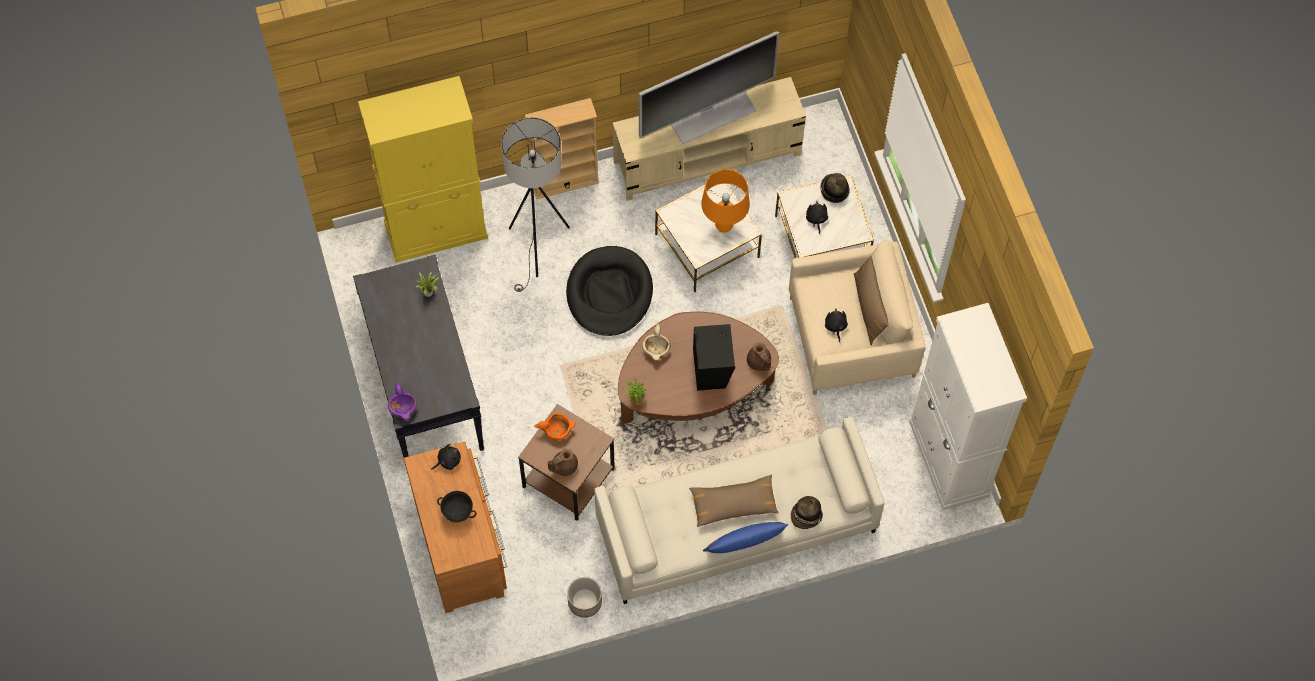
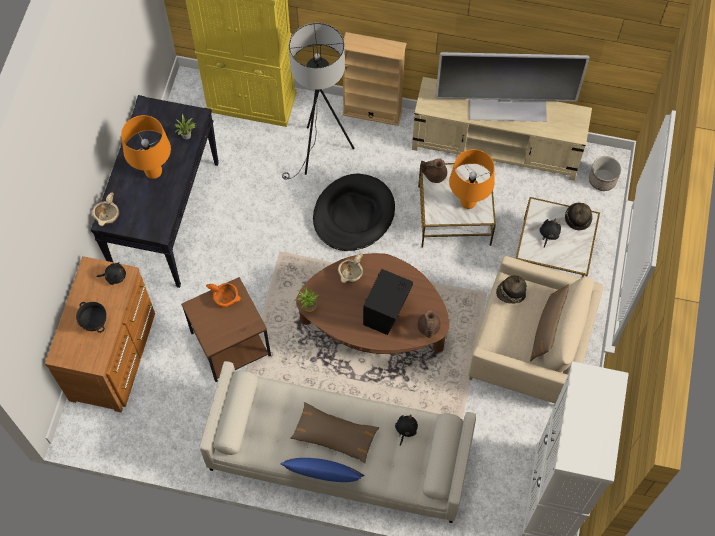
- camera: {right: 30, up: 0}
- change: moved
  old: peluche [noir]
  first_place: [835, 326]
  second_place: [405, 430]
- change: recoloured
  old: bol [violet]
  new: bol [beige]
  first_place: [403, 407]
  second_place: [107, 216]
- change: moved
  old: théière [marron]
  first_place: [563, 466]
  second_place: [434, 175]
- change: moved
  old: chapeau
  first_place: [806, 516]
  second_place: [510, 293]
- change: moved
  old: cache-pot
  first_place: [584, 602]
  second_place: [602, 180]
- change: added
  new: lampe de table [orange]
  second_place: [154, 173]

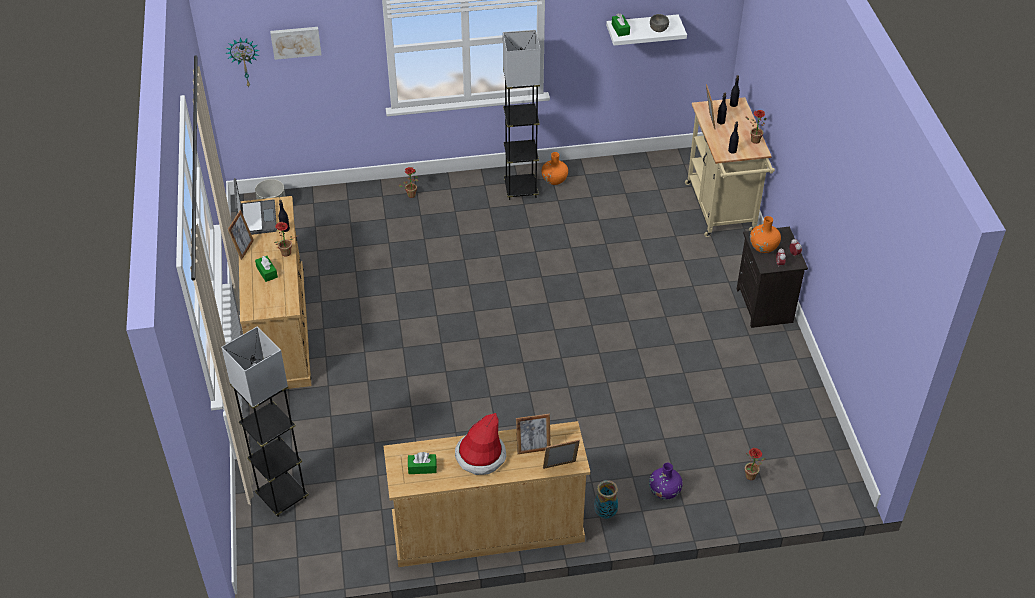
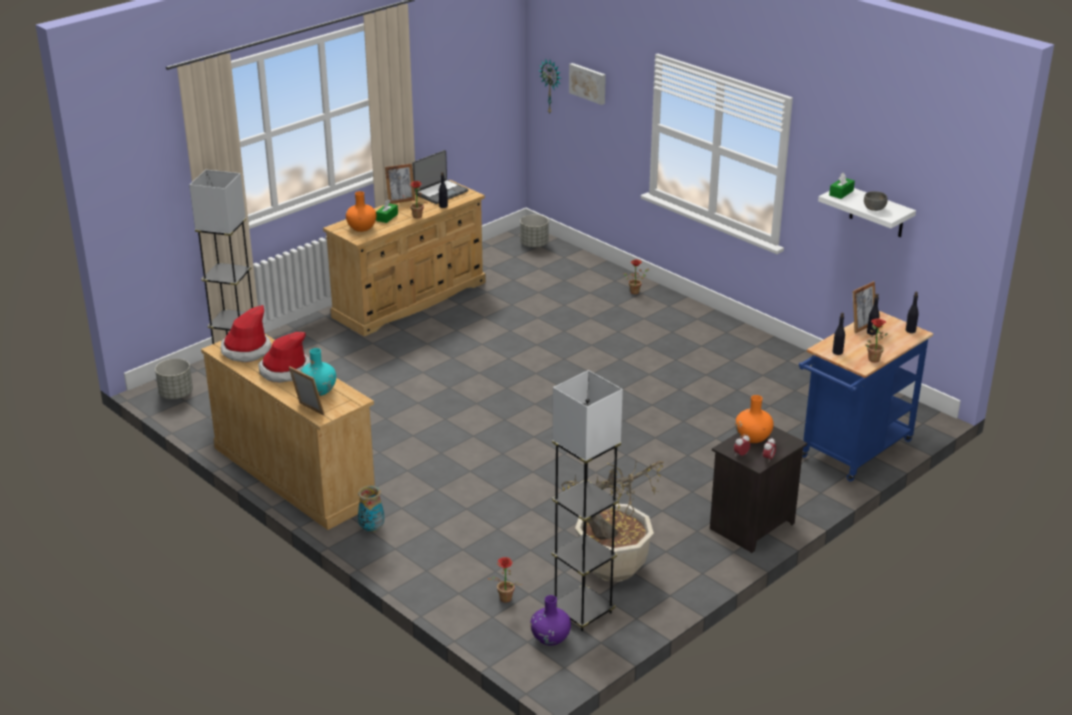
- camera: {right: 55, up: -15}
- change: moved
  old: lampadaire [gris]
  first_place: [521, 189]
  second_place: [583, 612]
- change: recoloured
  old: chariot [beige]
  new: chariot [bleu]
  first_place: [721, 211]
  second_place: [852, 452]
- change: moved
  old: vase [orange]
  first_place: [554, 180]
  second_place: [361, 228]
- change: replaced
  old: cadre photo
  new: vase [turquoise]
  first_place: [533, 448]
  second_place: [318, 390]
- change: replaced
  old: boîte à mouchoirs [vert]
  new: chapeau
  first_place: [422, 467]
  second_place: [246, 350]
- change: moved
  old: vase [violet]
  first_place: [664, 491]
  second_place: [550, 638]
- change: added
  new: cache-pot [gris]
  second_place: [176, 394]
- change: added
  new: plante en pot
  second_place: [613, 566]

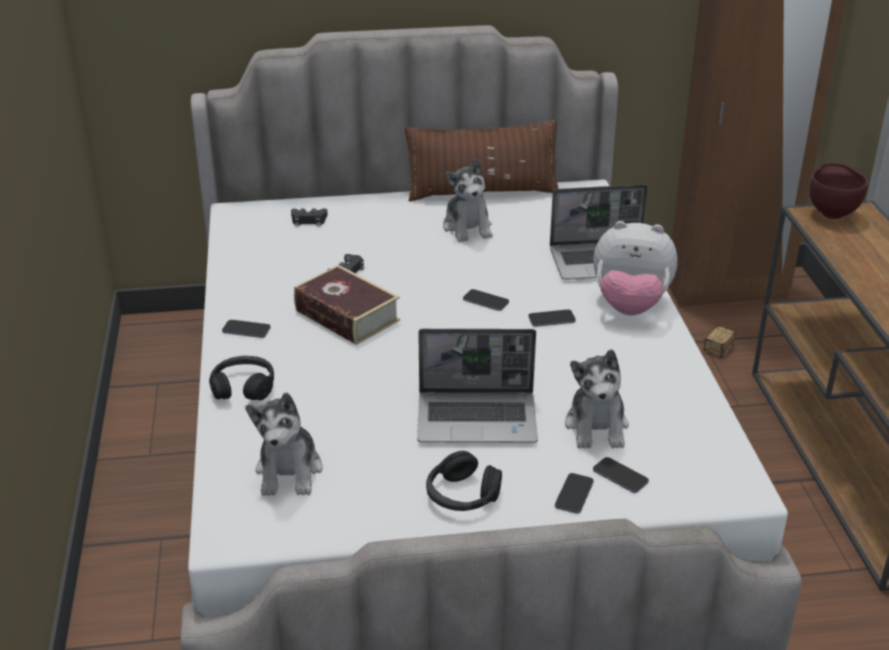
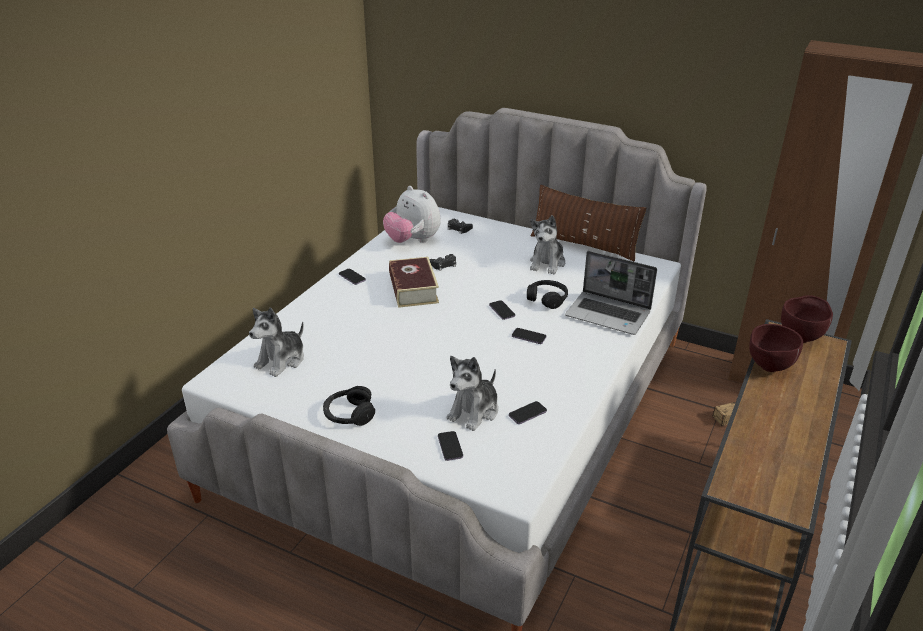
- camera: {right: 35, up: 0}
- change: moved
  old: peluche
  first_place: [630, 306]
  second_place: [413, 241]
- change: removed
  old: ordinateur portable
  first_place: [478, 418]
- change: moved
  old: casque audio [noir]
  first_place: [243, 387]
  second_place: [547, 299]
- change: moved
  old: téléphone
  first_place: [574, 495]
  second_place: [527, 414]
- change: added
  new: bol [marron]
  second_place: [767, 368]

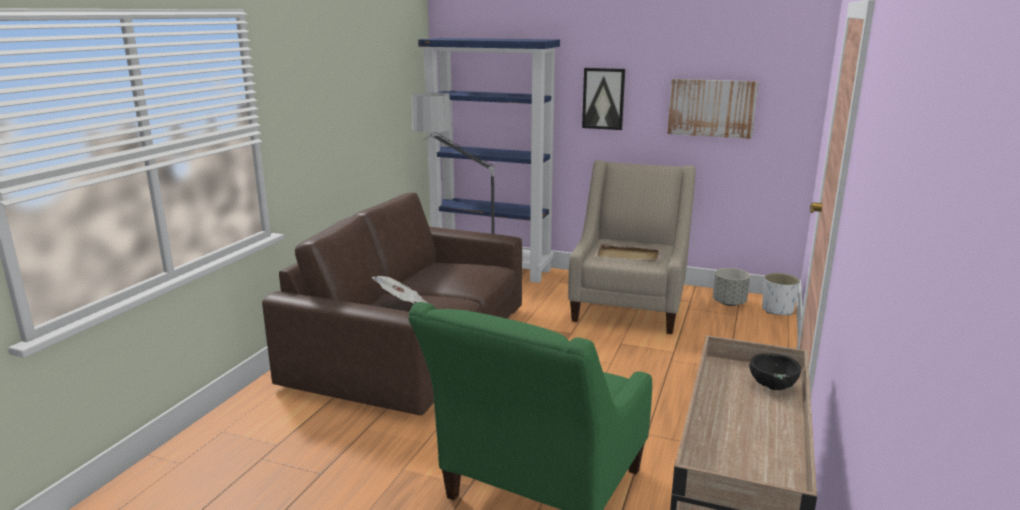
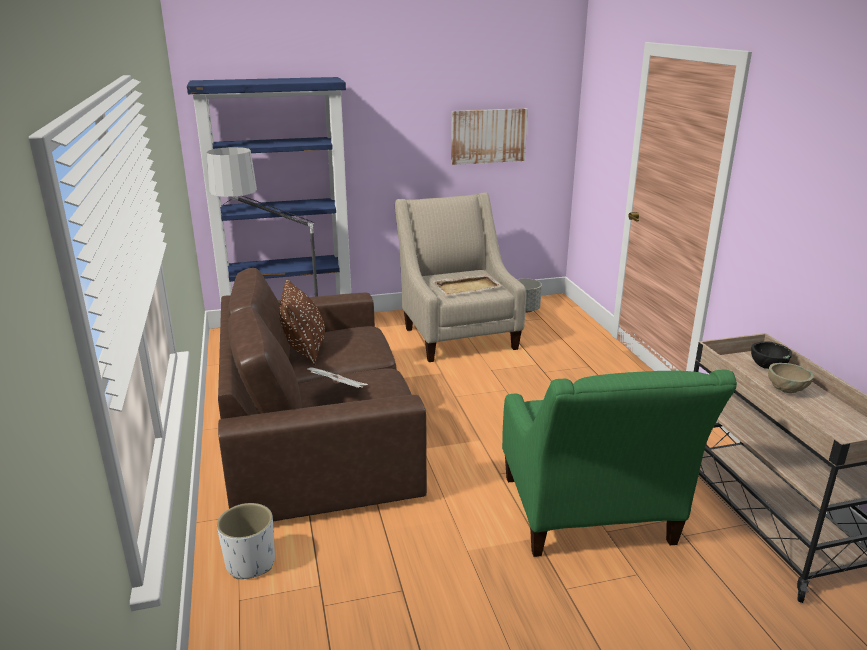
- camera: {right: -35, up: 5}
- change: removed
  old: tableau
  first_place: [603, 98]
- change: moved
  old: cache-pot [blanc]
  first_place: [777, 310]
  second_place: [251, 563]
- change: added
  new: coussin [marron]
  second_place: [304, 350]
- change: added
  new: bol [beige]
  second_place: [786, 390]

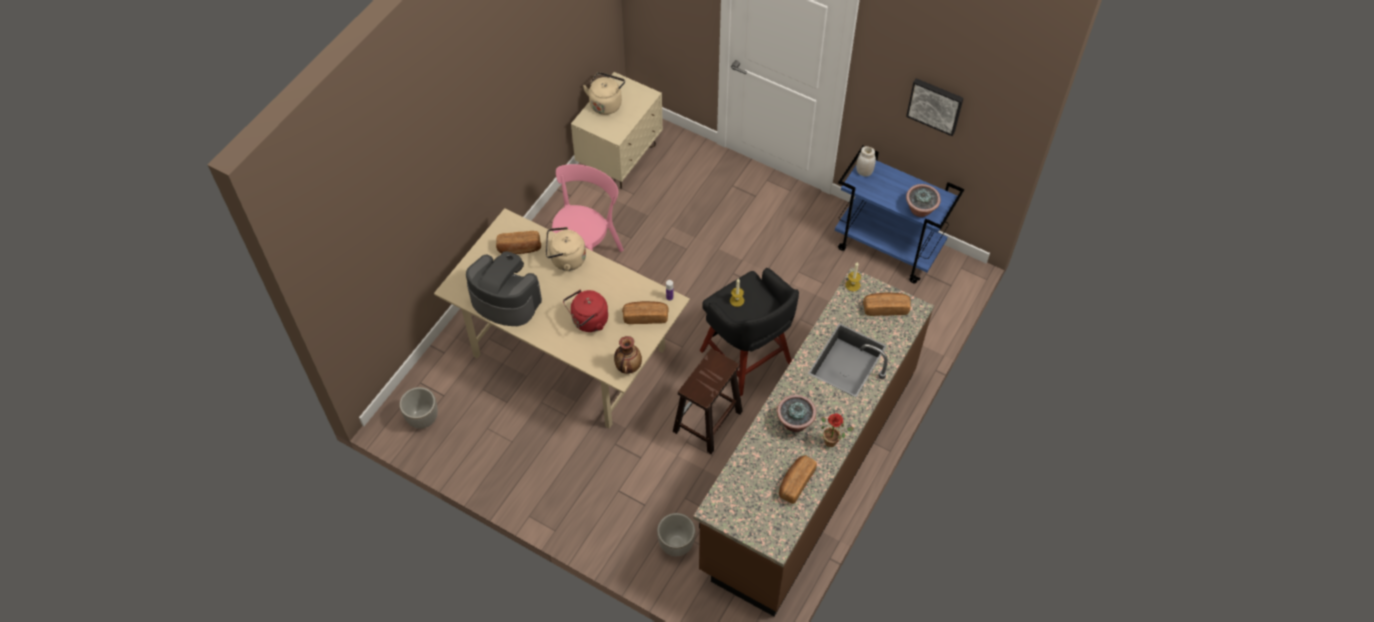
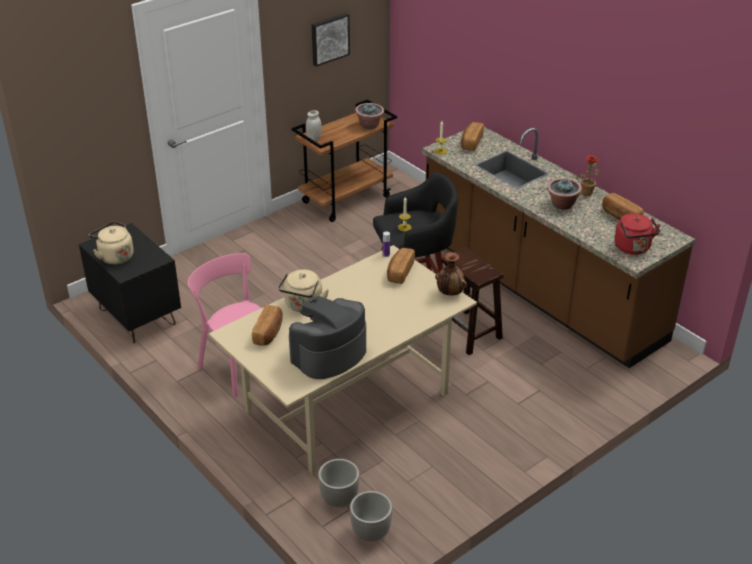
- camera: {right: -70, up: -20}
- change: recoloured
  old: table de chevet [beige]
  new: table de chevet [noir]
  first_place: [620, 158]
  second_place: [137, 317]
- change: recoloured
  old: chariot [bleu]
  new: chariot [marron]
  first_place: [888, 248]
  second_place: [346, 199]
- change: moved
  old: bouilloire [rouge]
  first_place: [588, 321]
  second_place: [633, 248]
- change: moved
  old: cache-pot
  first_place: [676, 544]
  second_place: [339, 499]

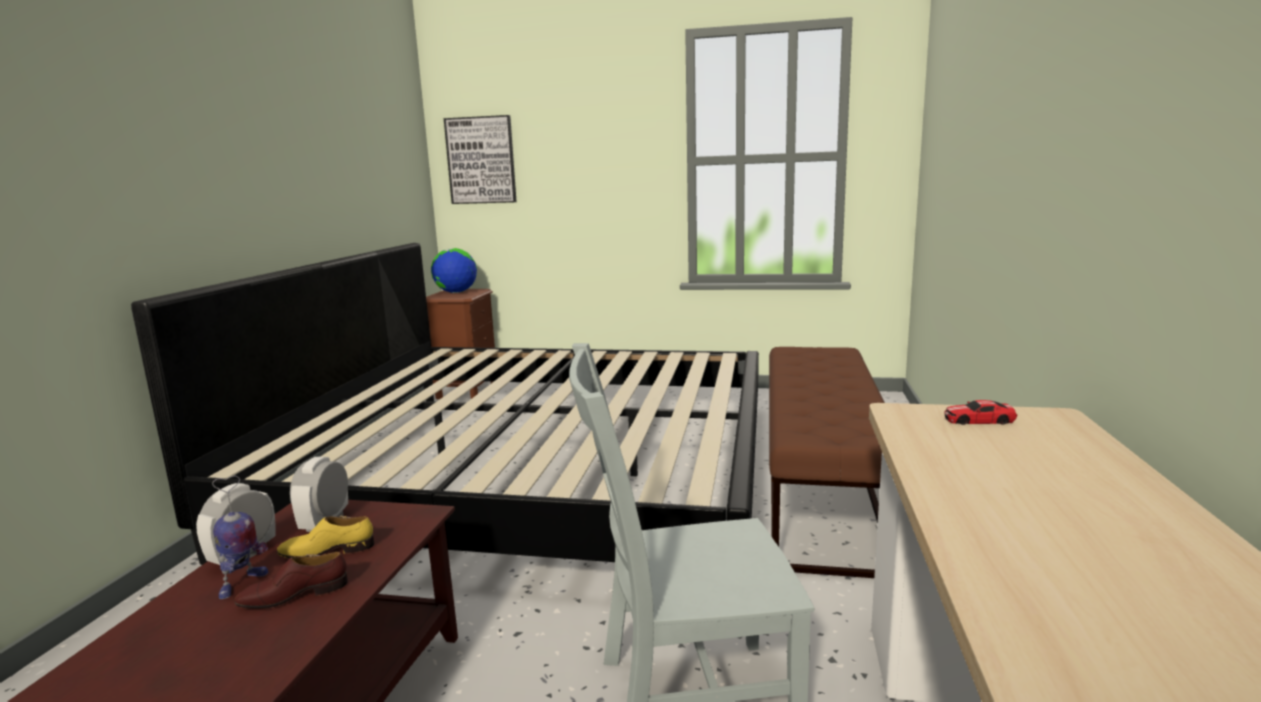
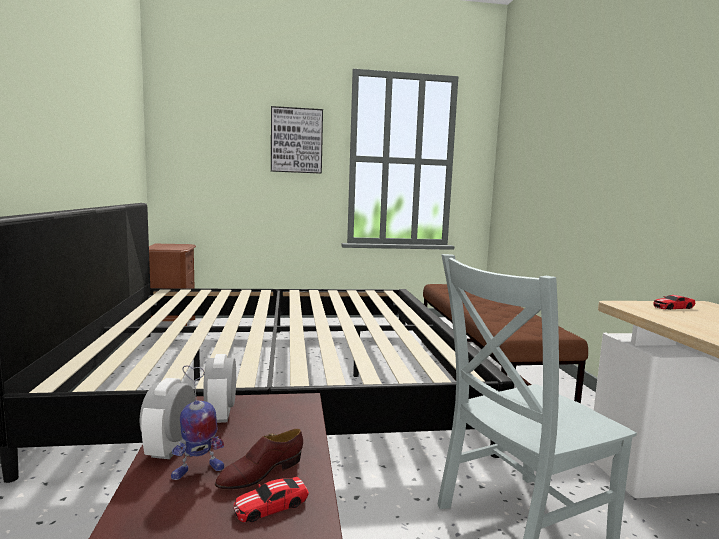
- camera: {right: -20, up: -5}
- change: moved
  old: tableau
  first_place: [481, 160]
  second_place: [296, 140]
- change: removed
  old: globe
  first_place: [456, 292]
- change: turned
  old: robot jouet
  first_place: [242, 584]
  second_place: [197, 471]
  degrees: 60
- change: removed
  old: chaussure [jaune]
  first_place: [327, 551]
- change: added
  new: petite voiture
  second_place: [271, 506]

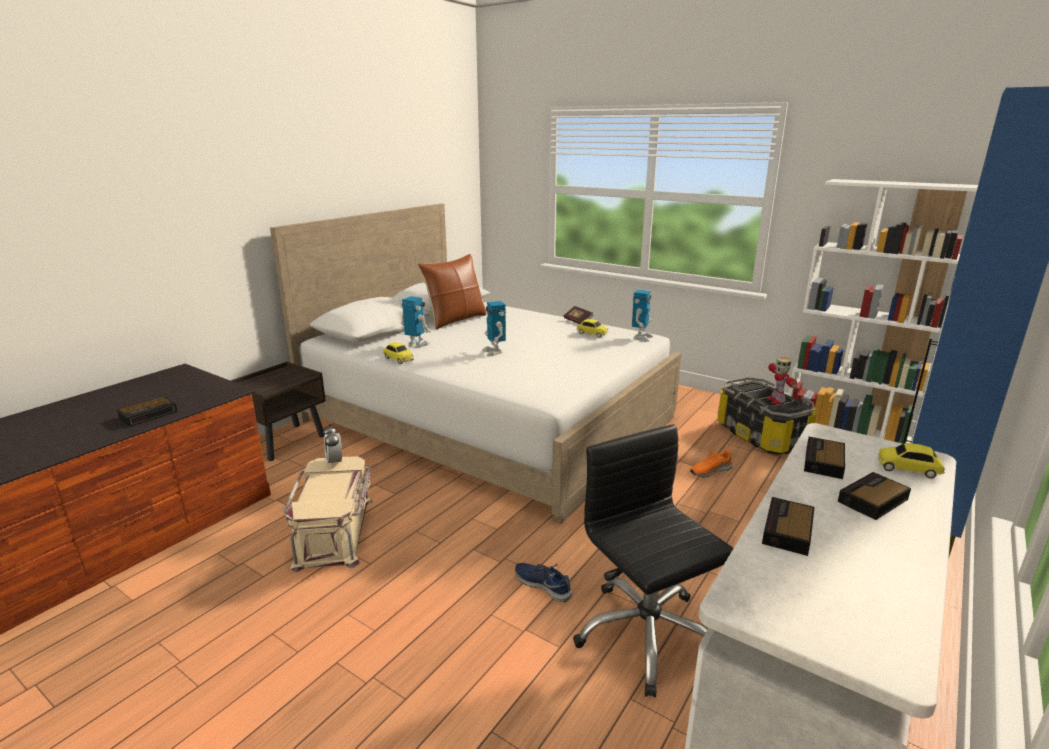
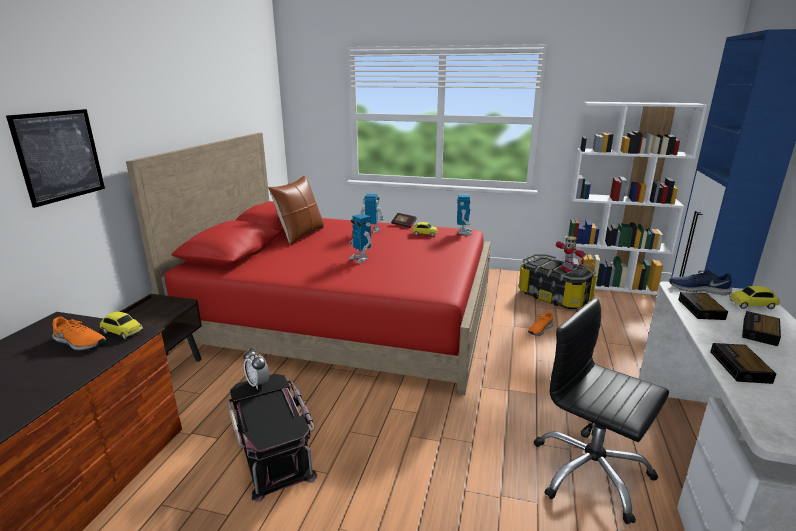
- camera: {right: -20, up: 0}
- change: recoloured
  old: lit [blanc]
  new: lit [rouge]
  first_place: [489, 418]
  second_place: [344, 317]
- change: moved
  old: robot jouet
  first_place: [417, 345]
  second_place: [372, 231]
- change: moved
  old: petite voiture
  first_place: [398, 359]
  second_place: [122, 332]
- change: removed
  old: réveil
  first_place: [150, 414]
- change: recoloured
  old: boîte de rangement [beige]
  new: boîte de rangement [noir]
  first_place: [336, 532]
  second_place: [274, 451]
- change: moved
  old: chaussure [bleu]
  first_place: [543, 585]
  second_place: [698, 289]
- change: added
  new: tableau
  second_place: [60, 156]
- change: added
  new: chaussure [orange]
  second_place: [79, 343]

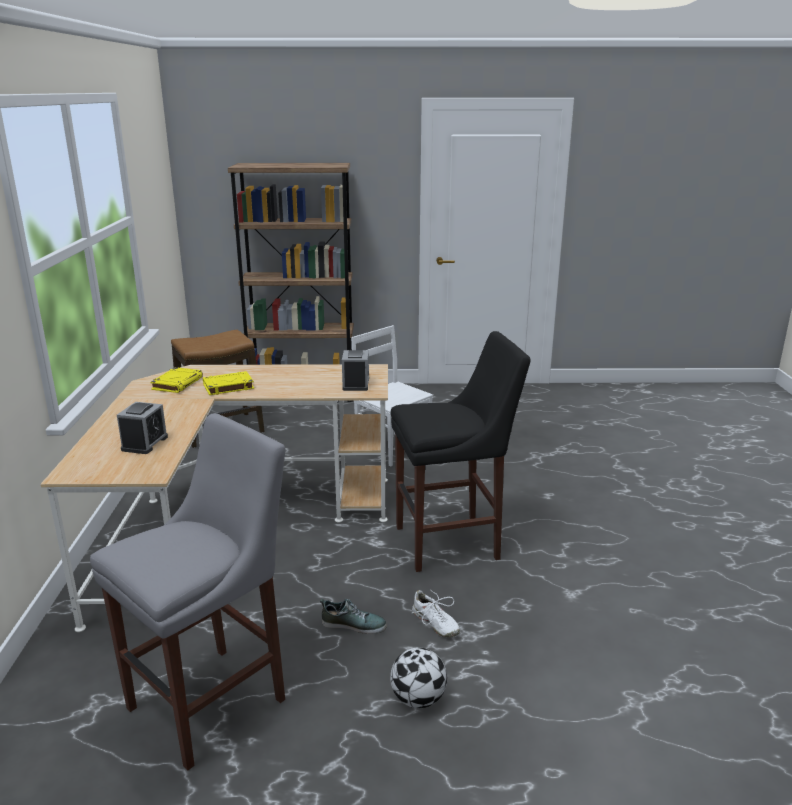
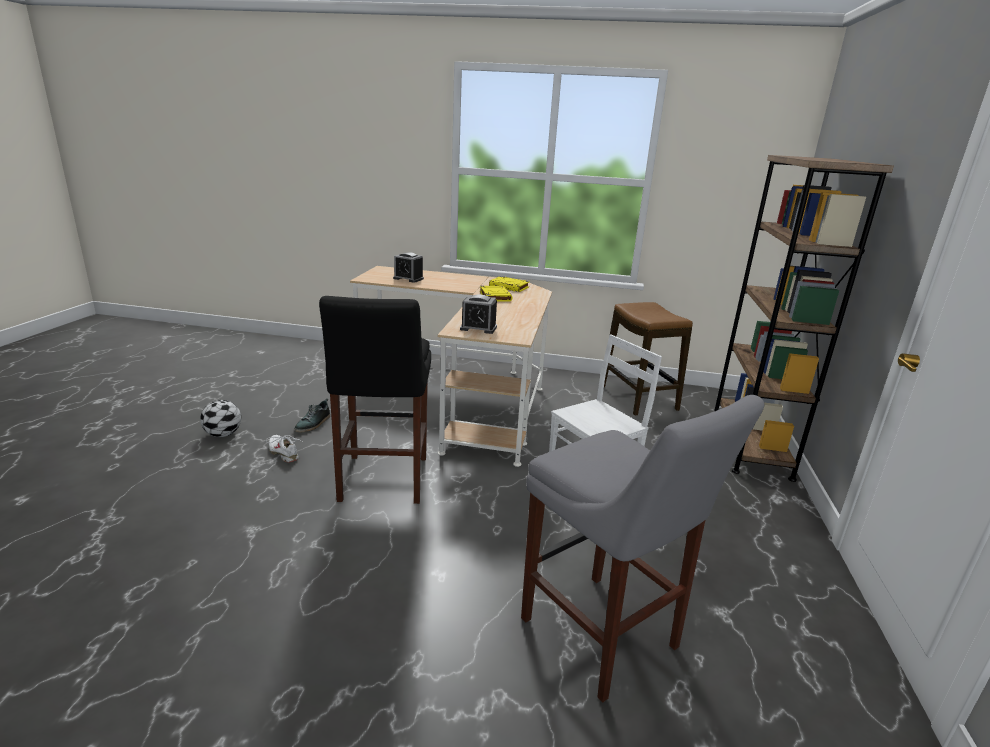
- camera: {right: 100, up: 0}
- change: moved
  old: tabouret [gris]
  first_place: [214, 700]
  second_place: [604, 638]
- change: turned
  old: chaussure [blanc]
  first_place: [435, 623]
  second_place: [284, 452]
  degrees: 75

